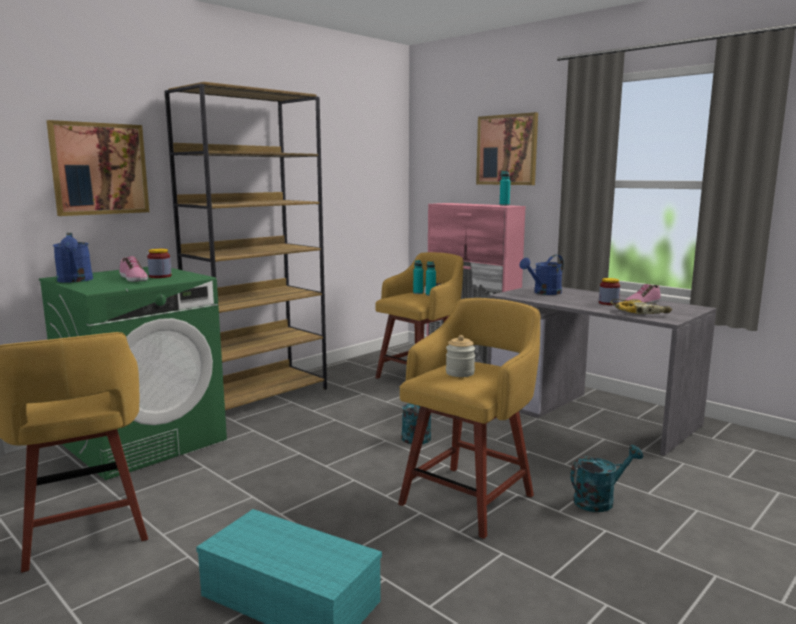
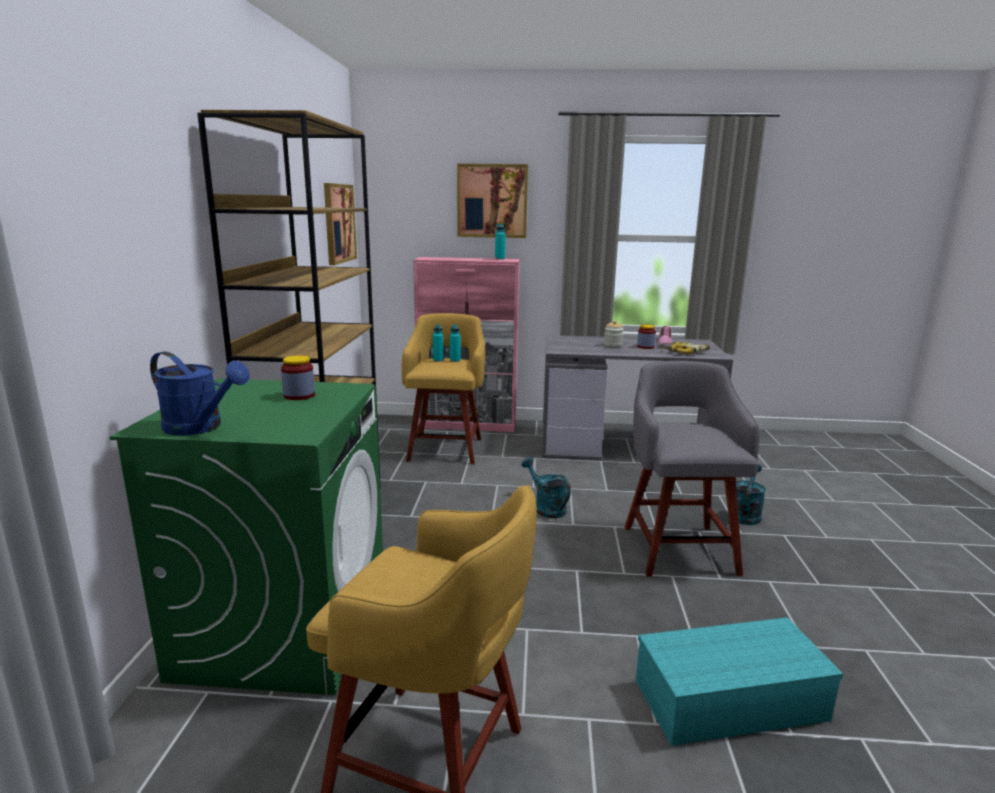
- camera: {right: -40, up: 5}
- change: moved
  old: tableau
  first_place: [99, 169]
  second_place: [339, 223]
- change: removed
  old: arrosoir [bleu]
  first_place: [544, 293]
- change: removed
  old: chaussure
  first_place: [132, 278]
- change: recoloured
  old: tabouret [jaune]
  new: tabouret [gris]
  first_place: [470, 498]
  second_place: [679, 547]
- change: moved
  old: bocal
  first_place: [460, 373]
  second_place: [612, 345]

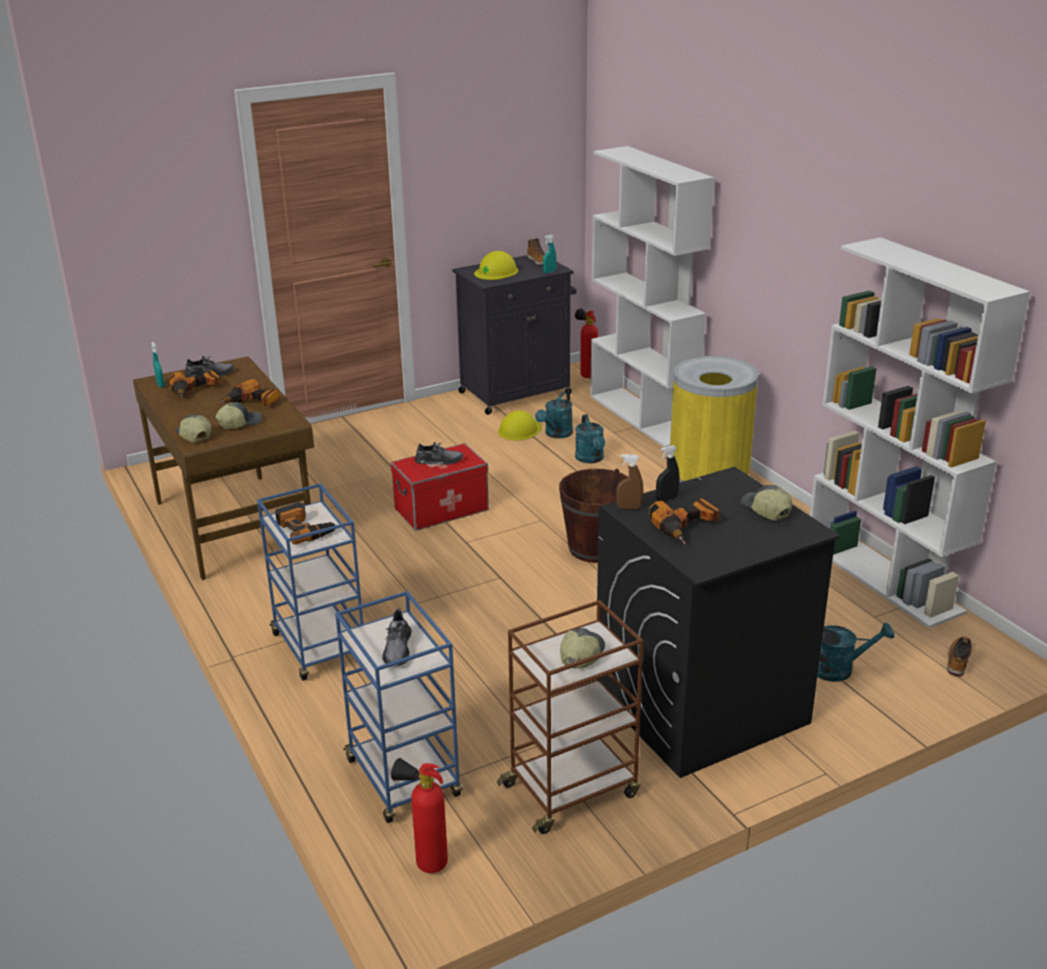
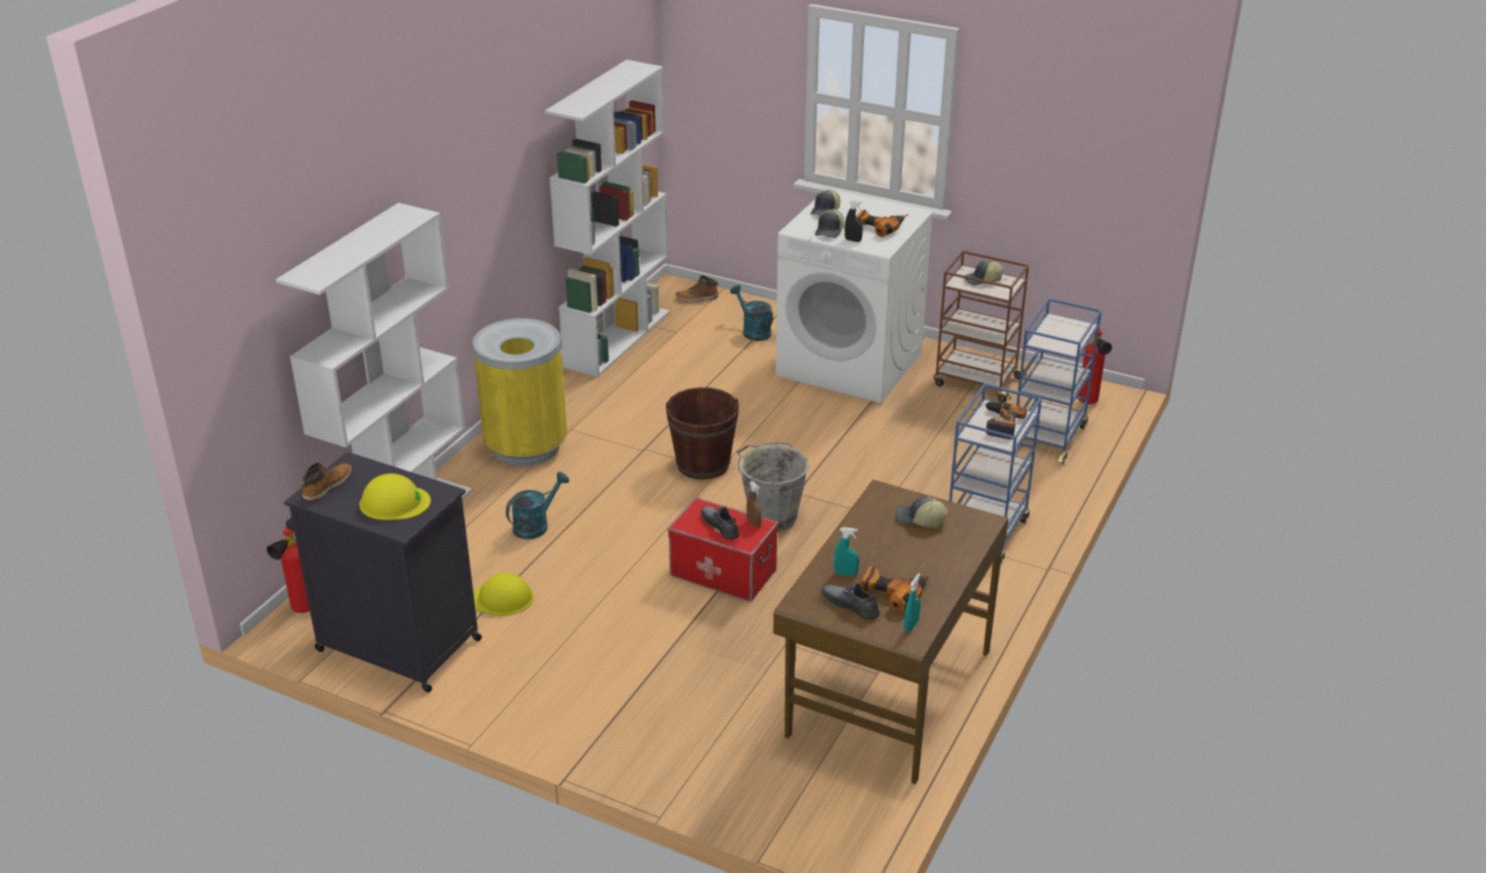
- camera: {right: -125, up: 5}
- change: moved
  old: vaporisateur [turquoise]
  first_place: [549, 272]
  second_place: [845, 573]
- change: removed
  old: perceuse
  first_place: [252, 403]
- change: removed
  old: arrosoir [turquoise]
  first_place: [556, 434]
- change: moved
  old: casquette
  first_place: [193, 435]
  second_place: [830, 231]
- change: moved
  old: vaporisateur [marron]
  first_place: [629, 508]
  second_place: [753, 523]
- change: recoloured
  old: lave-linge [noir]
  new: lave-linge [blanc]
  first_place: [700, 707]
  second_place: [850, 364]
- change: removed
  old: chaussure [gris]
  first_place: [397, 649]
- change: added
  new: seau [gris]
  second_place: [771, 516]

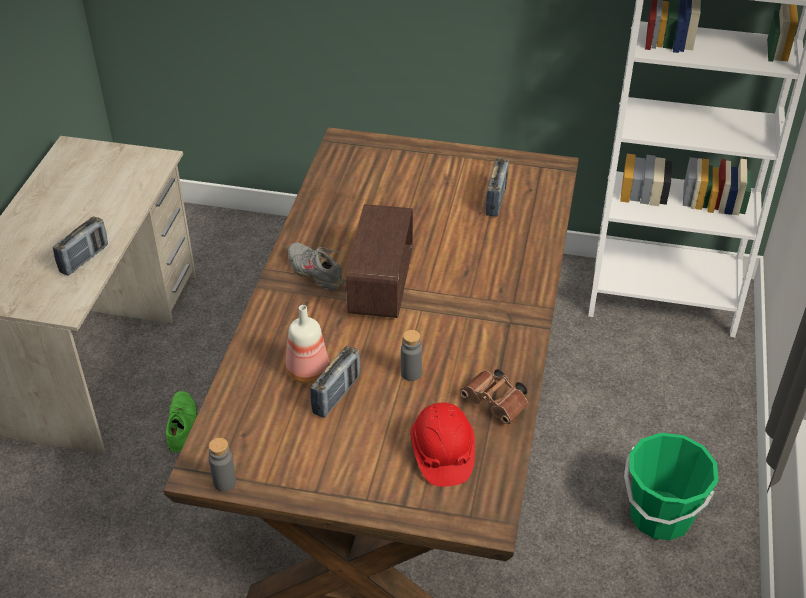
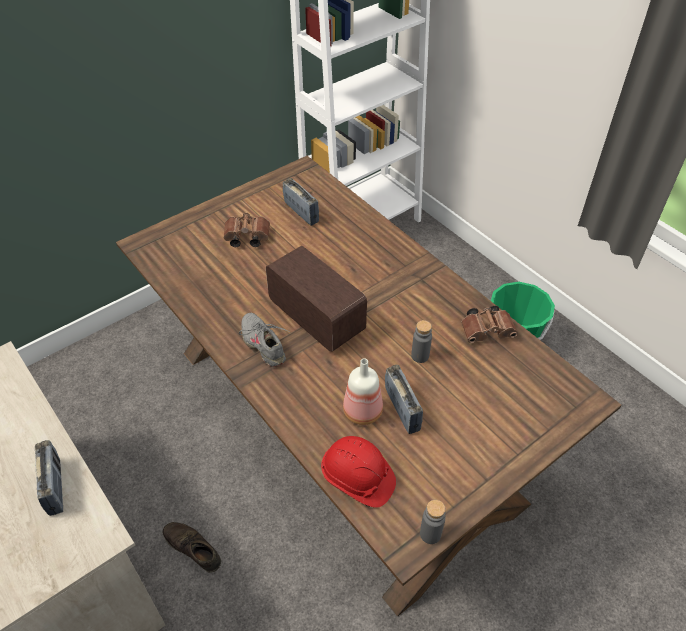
- camera: {right: -50, up: 5}
- change: turned
  old: chaussure [gris]
  first_place: [316, 272]
  second_place: [264, 343]
  degrees: 60
- change: recoloured
  old: chaussure [vert]
  new: chaussure [marron]
  first_place: [181, 425]
  second_place: [193, 548]
- change: moved
  old: casque de chantier [rouge]
  first_place: [442, 454]
  second_place: [357, 478]
- change: added
  new: jumelles [marron]
  second_place: [246, 238]

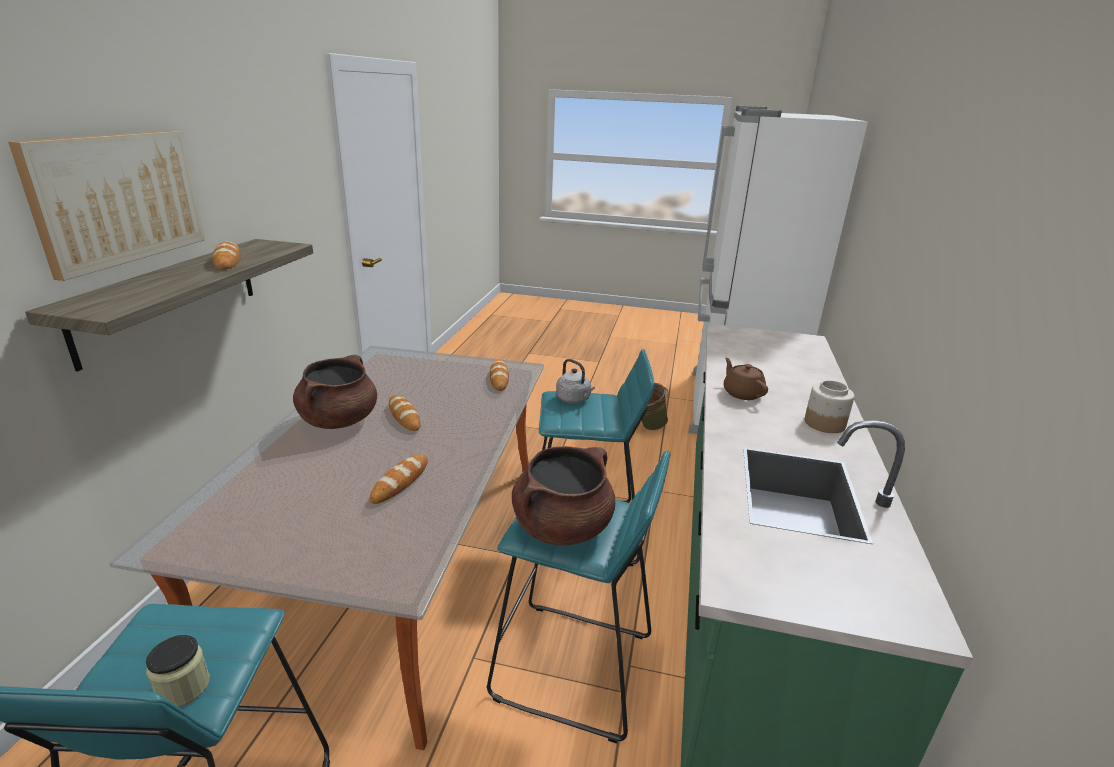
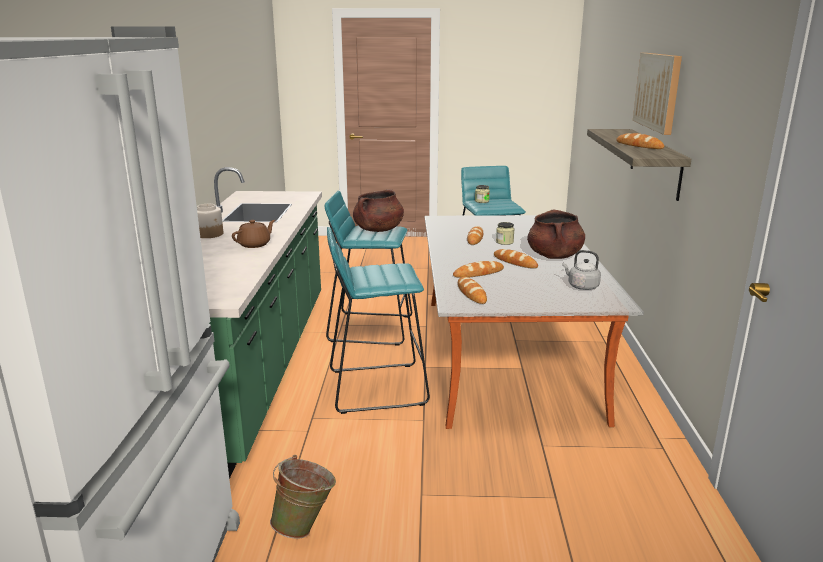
- camera: {right: 170, up: -5}
- change: turned
  old: théière [marron]
  first_place: [742, 393]
  second_place: [255, 244]
  degrees: -105
- change: moved
  old: bouilloire [gris]
  first_place: [574, 399]
  second_place: [581, 286]
- change: added
  new: bocal
  second_place: [504, 242]
- change: added
  new: pain
  second_place: [478, 273]

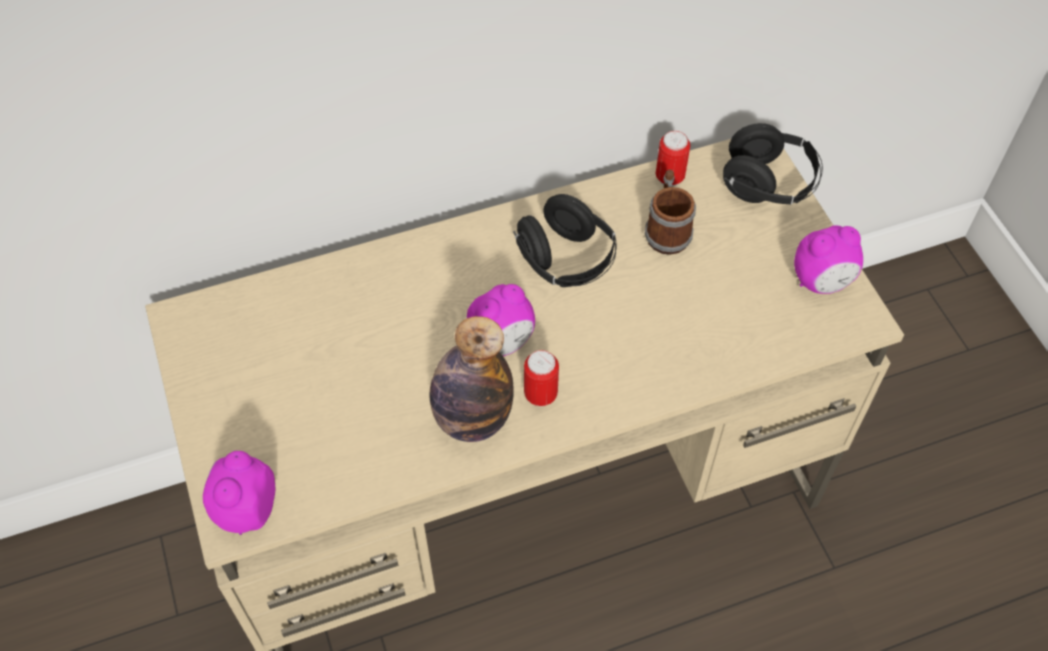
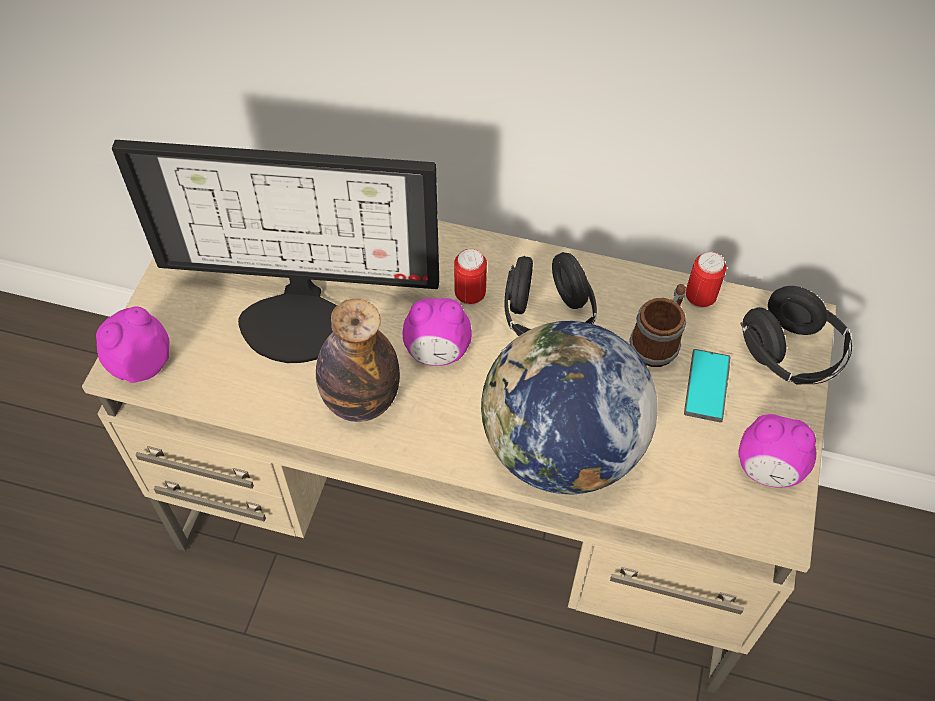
- camera: {right: 35, up: 0}
- change: moved
  old: boîte métallique
  first_place: [540, 395]
  second_place: [470, 295]
- change: added
  new: écran d'ordinateur
  second_place: [299, 316]
- change: added
  new: globe
  second_place: [561, 449]
- change: added
  new: téléphone
  second_place: [707, 386]

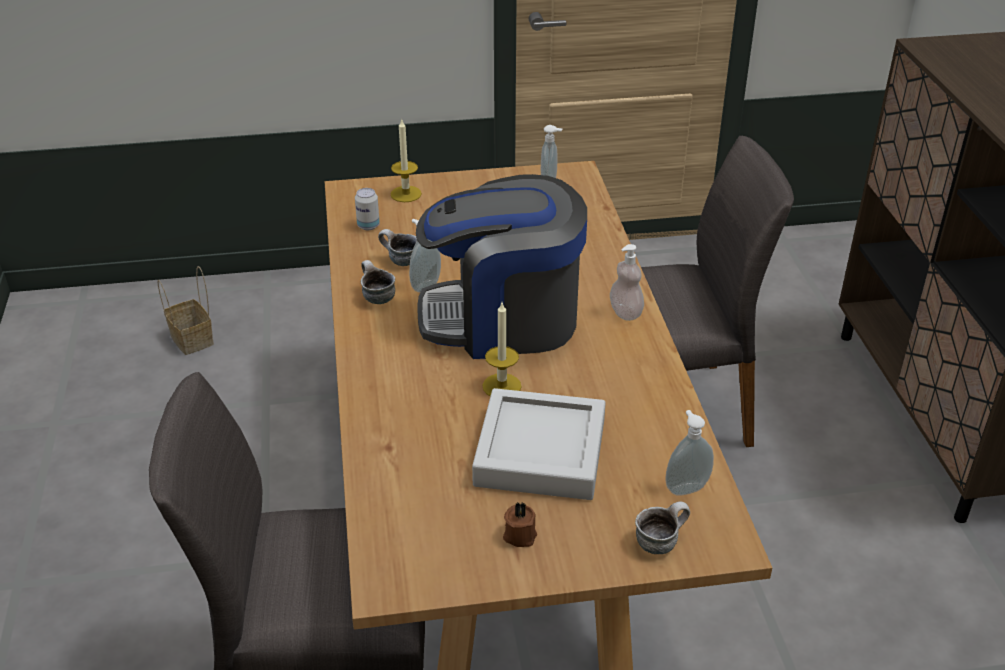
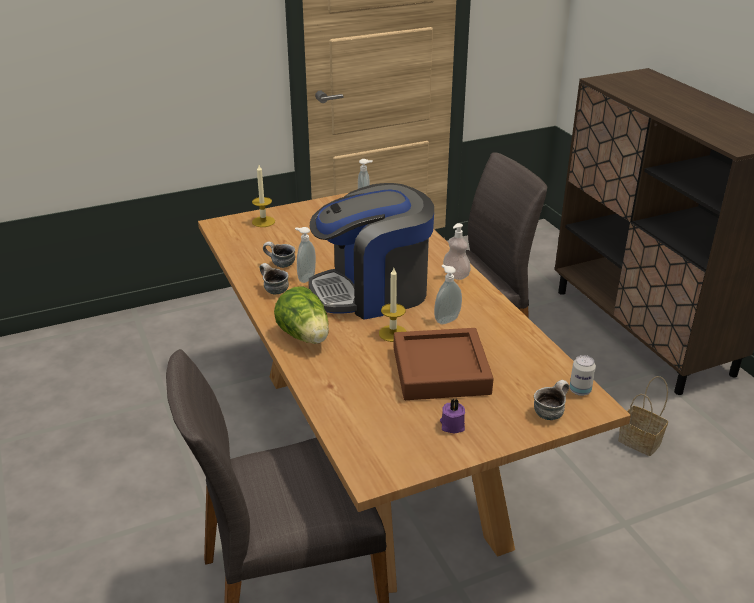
- camera: {right: -15, up: -5}
- change: moved
  old: boîte métallique
  first_place: [368, 226]
  second_place: [580, 391]
- change: moved
  old: panier
  first_place: [193, 340]
  second_place: [641, 441]
- change: recoloured
  old: plateau [gris]
  new: plateau [marron]
  first_place: [540, 453]
  second_place: [440, 371]
- change: moved
  old: distributeur de savon
  first_place: [685, 487]
  second_place: [446, 319]
- change: recoloured
  old: bougie [marron]
  new: bougie [violet]
  first_place: [519, 534]
  second_place: [452, 425]
- change: added
  new: laitue
  second_place: [305, 336]

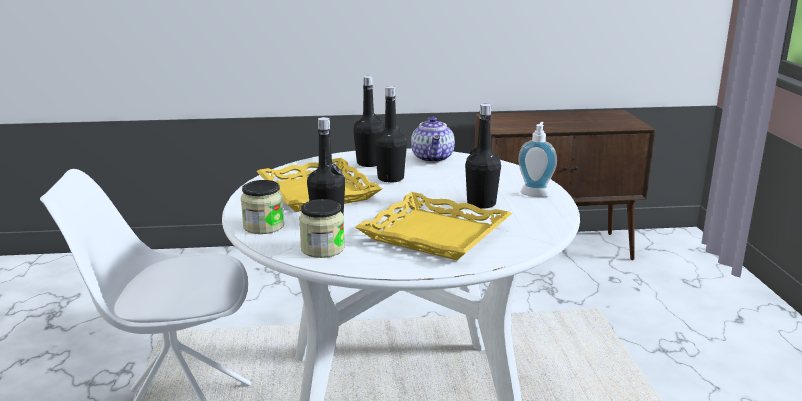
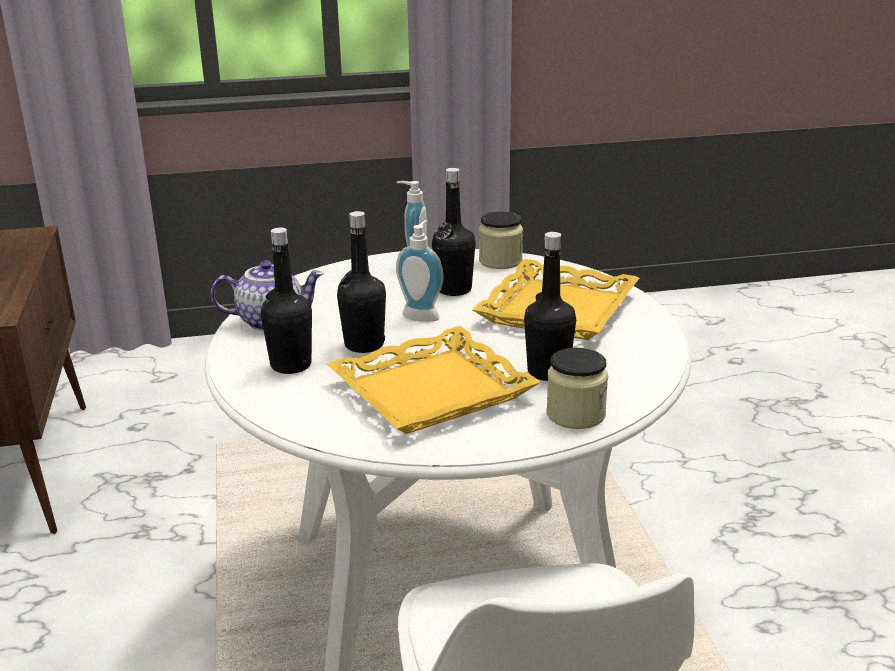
- camera: {right: -95, up: 5}
- change: moved
  old: bocal
  first_place: [322, 249]
  second_place: [500, 261]
- change: added
  new: distributeur de savon
  second_place: [422, 315]

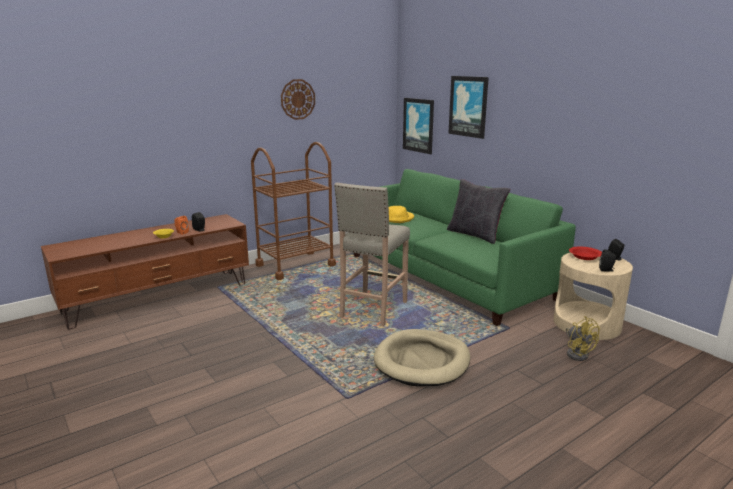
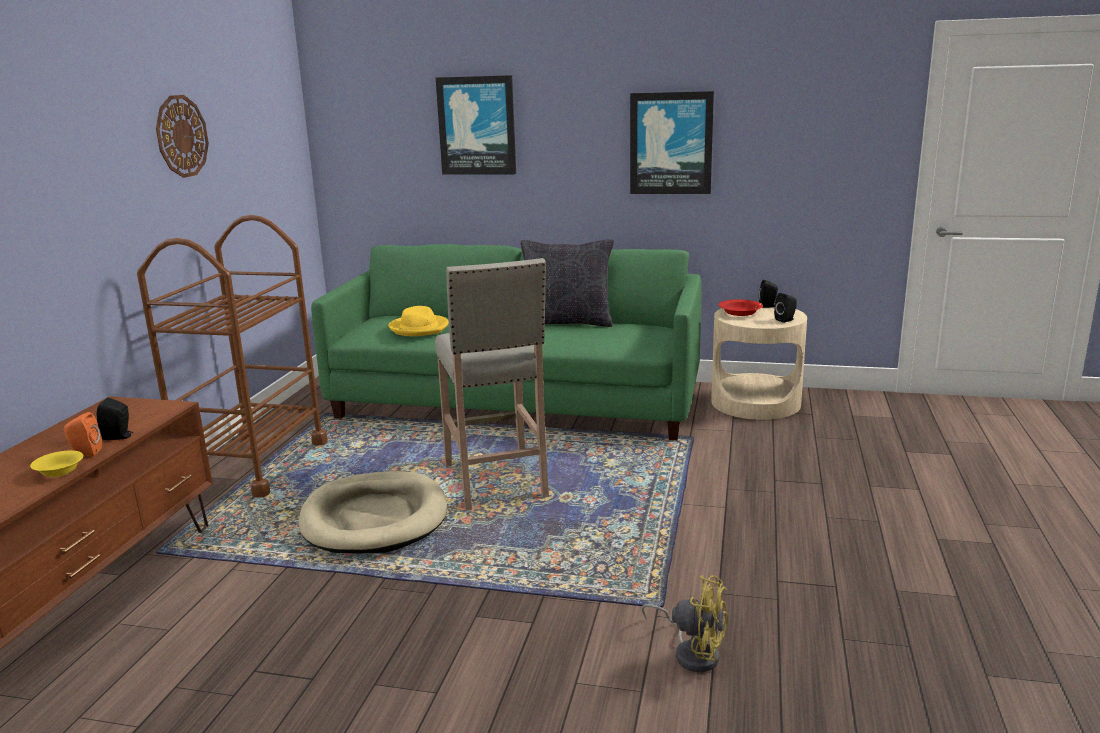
- camera: {right: -40, up: 0}
- change: moved
  old: tableau
  first_place: [418, 125]
  second_place: [671, 143]
- change: moved
  old: ventilateur [jaune]
  first_place: [577, 353]
  second_place: [692, 652]
- change: moved
  old: panier pour chien [beige]
  first_place: [422, 361]
  second_place: [375, 518]

